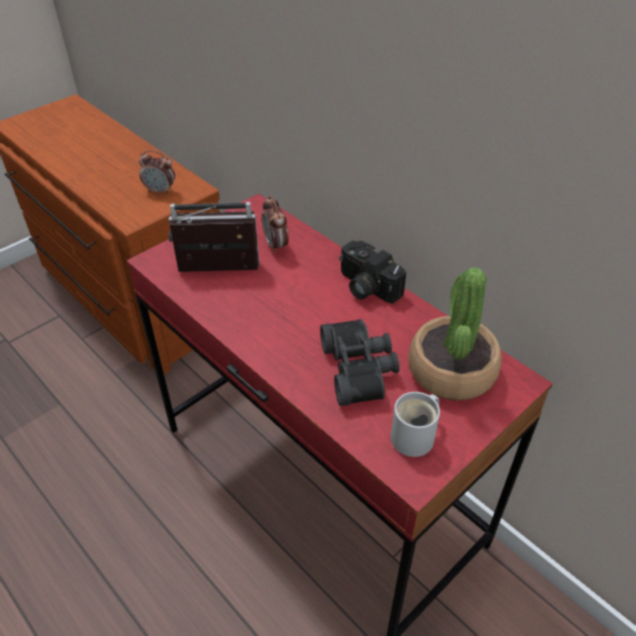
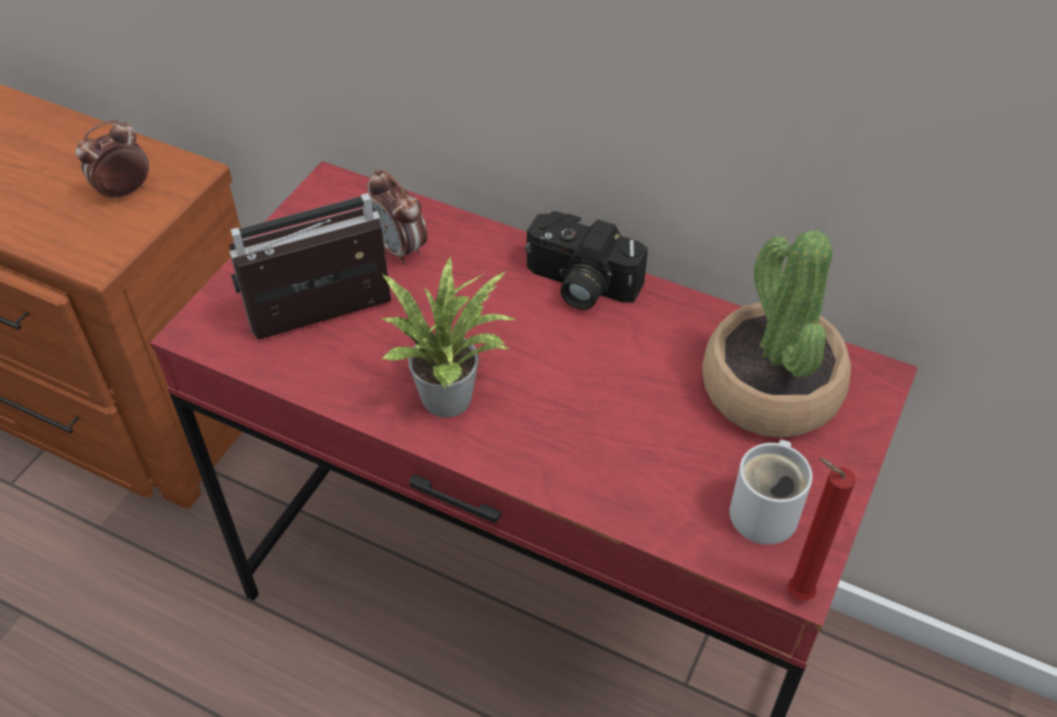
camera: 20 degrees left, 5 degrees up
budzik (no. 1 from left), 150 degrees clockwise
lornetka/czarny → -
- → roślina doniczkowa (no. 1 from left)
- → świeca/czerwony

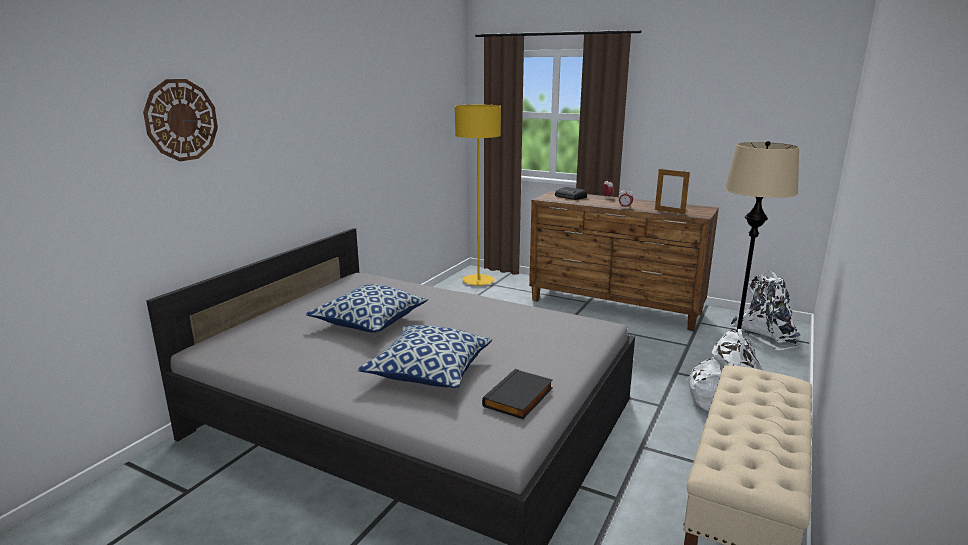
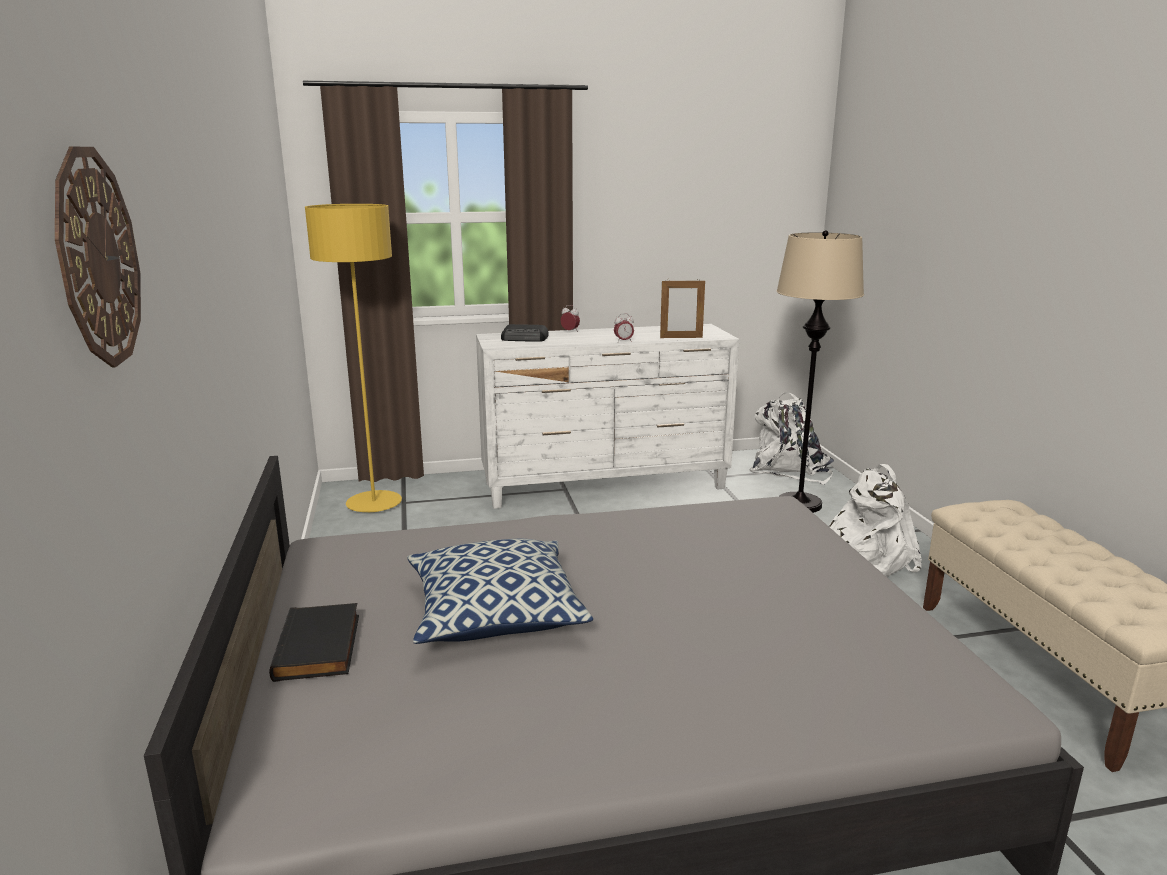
camera: 40 degrees left, 0 degrees up
poduszka (no. 2 from left) → -
książka/czarny, shifted
komoda/brązowy → komoda/biały

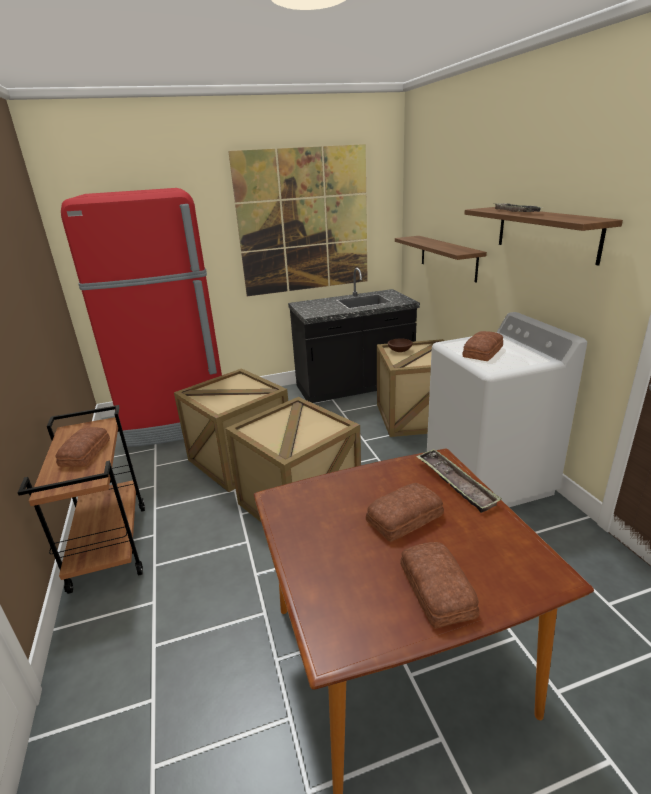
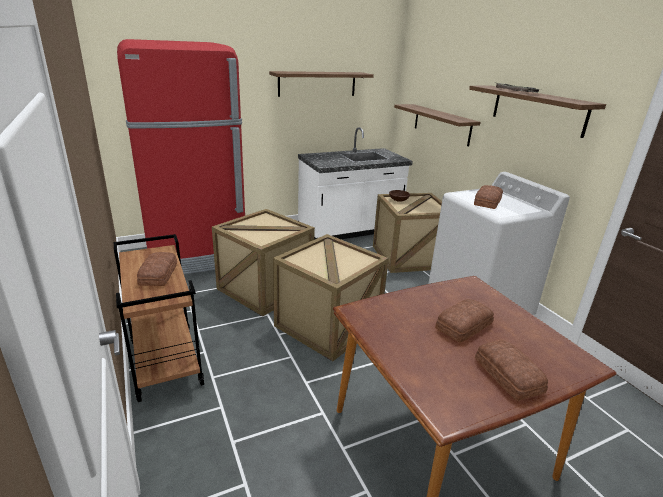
camera: 10 degrees left, 0 degrees up
obraz → półka (no. 1 from left)
zabudowa kuchenna/czarny → zabudowa kuchenna/biały
taca (no. 1 from left) → -

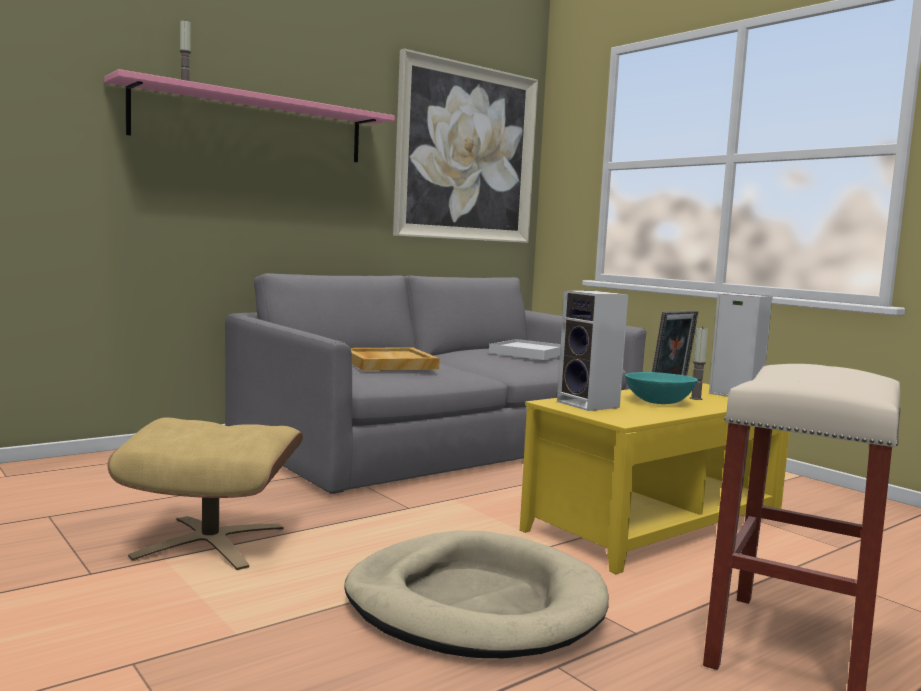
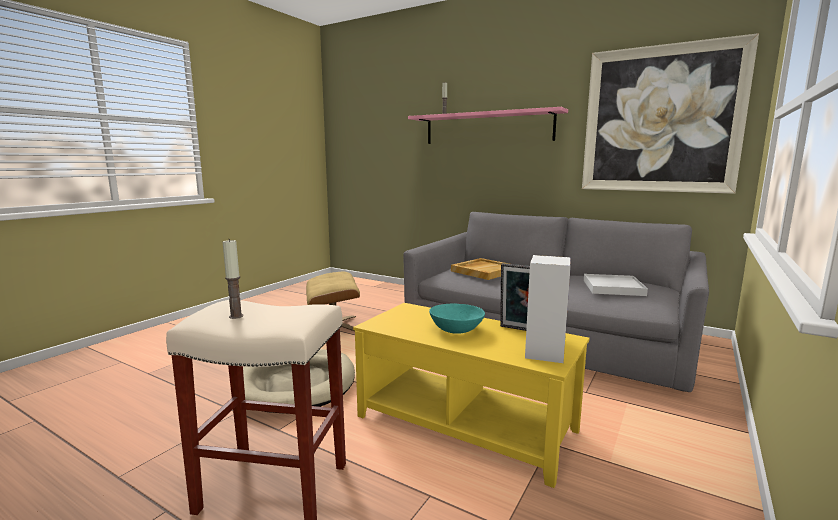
camera: 70 degrees right, 5 degrees up
głośnik (no. 1 from left) → -
świeca (no. 2 from left in the first image) → świeca (no. 1 from left), shifted

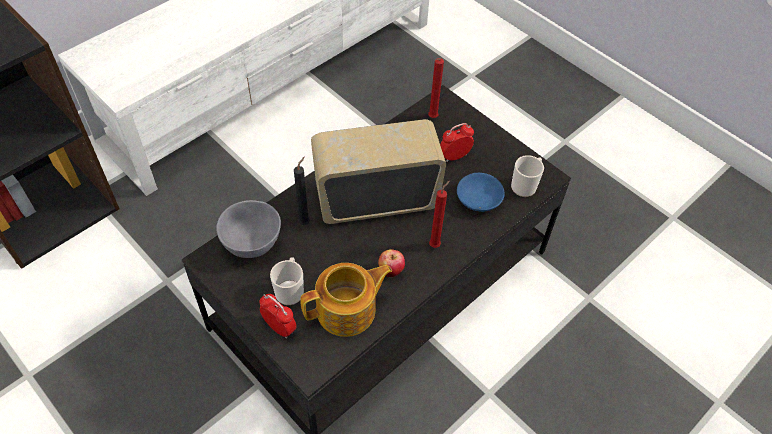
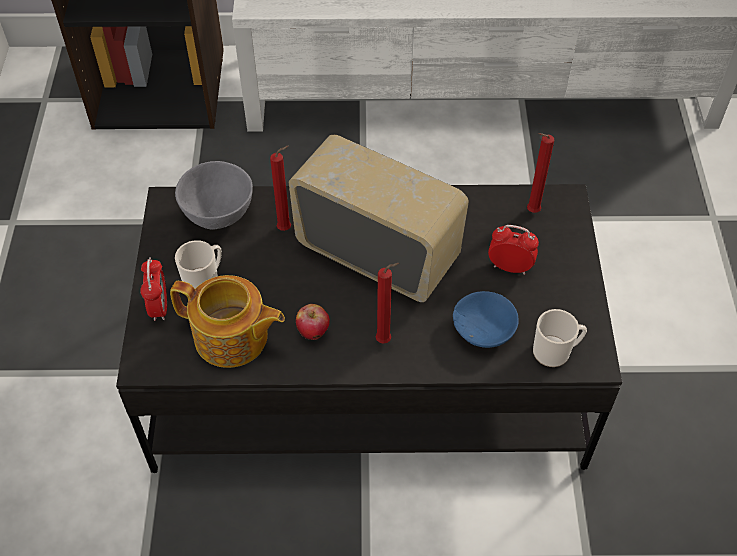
camera: 45 degrees right, 0 degrees up
świeca/czarny → świeca/czerwony (no. 1 from left)

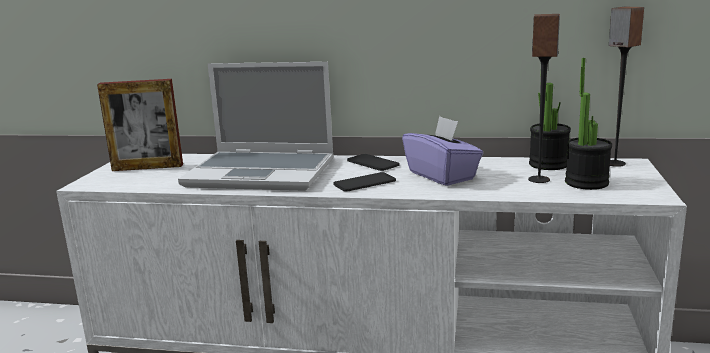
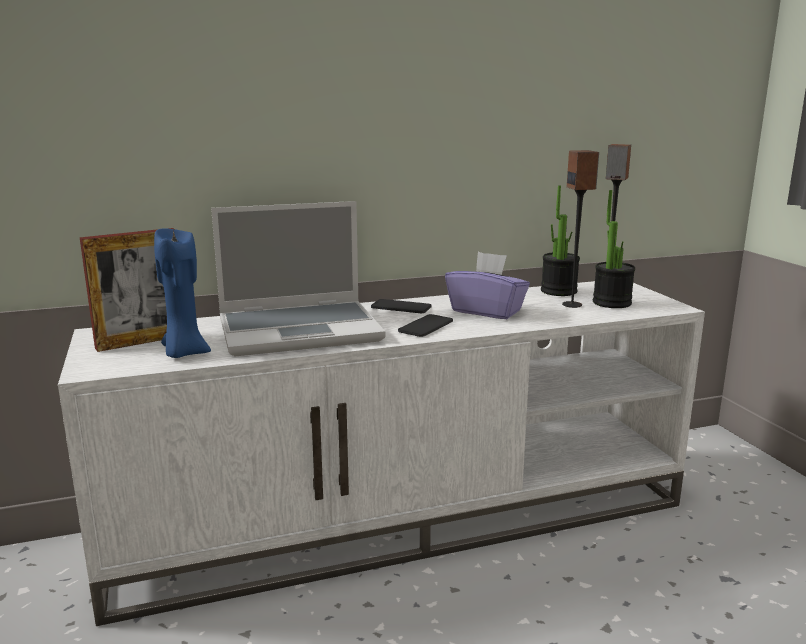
camera: 30 degrees left, 0 degrees up
- → świeca/niebieski

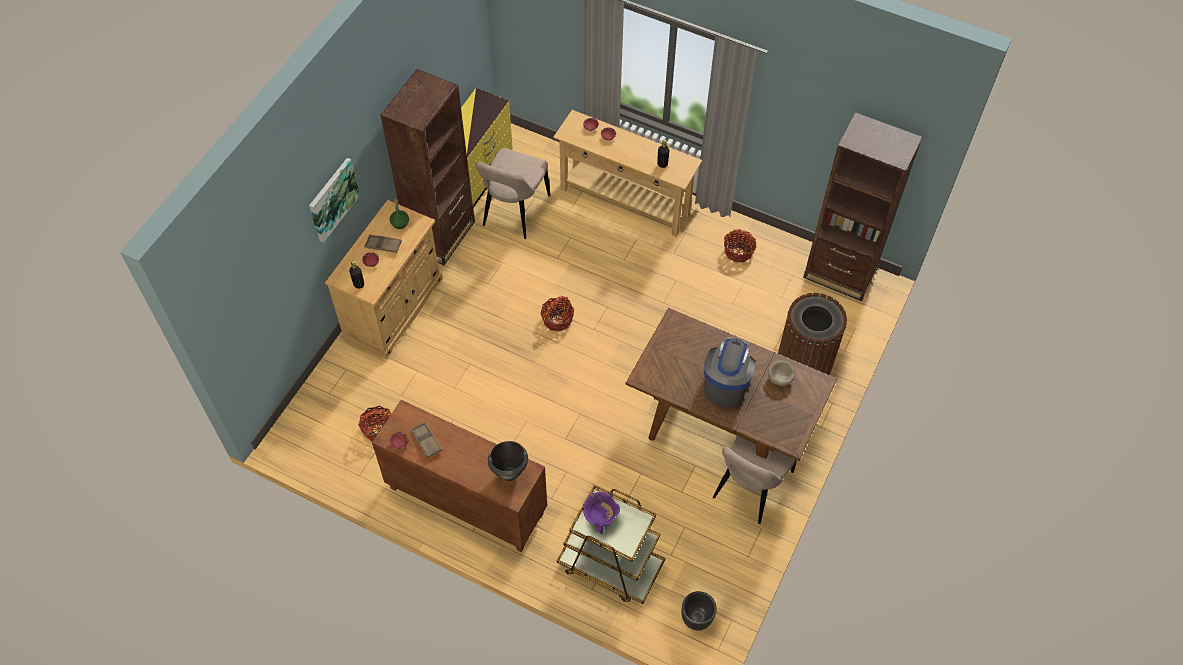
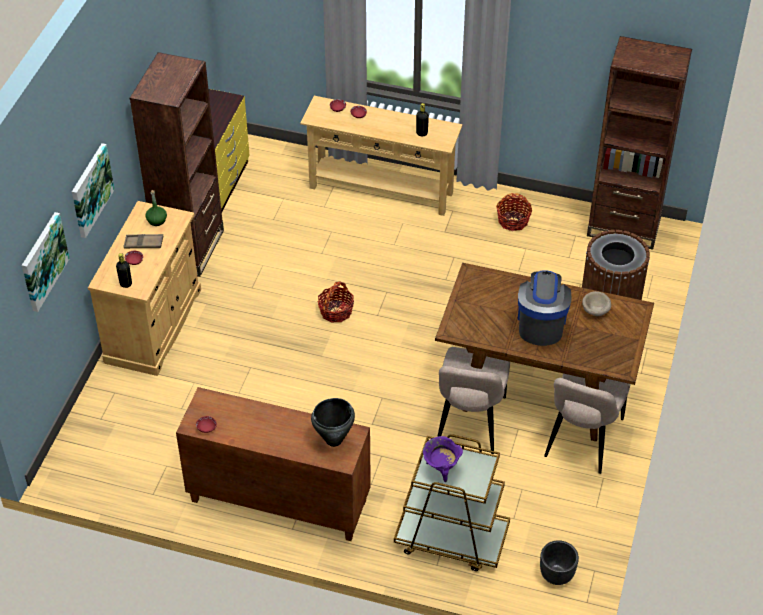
camera: 10 degrees left, 10 degrees down
koszyk (no. 1 from left) → -
taca/brązowy (no. 2 from left) → -
krzesło/beżowy (no. 1 from left), shifted
- → obraz (no. 1 from left)

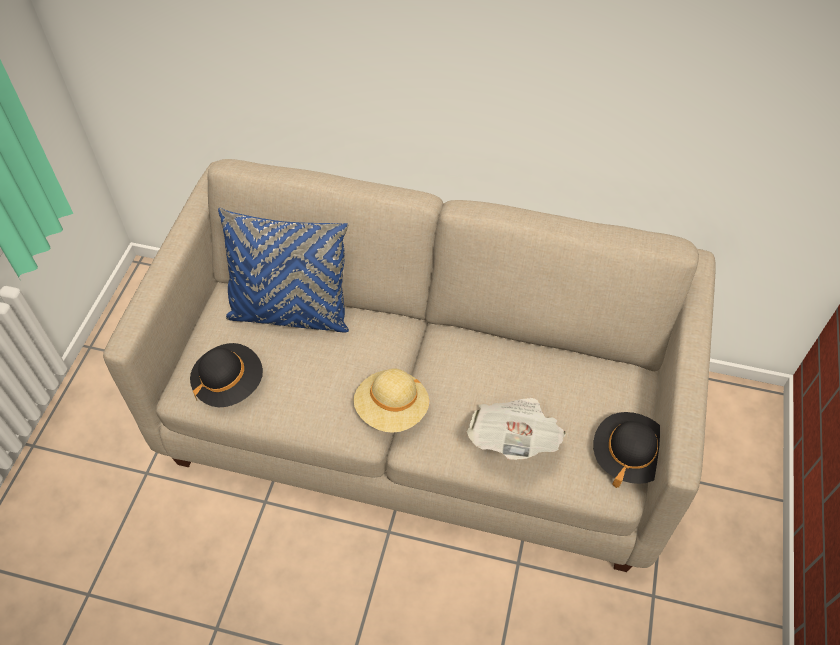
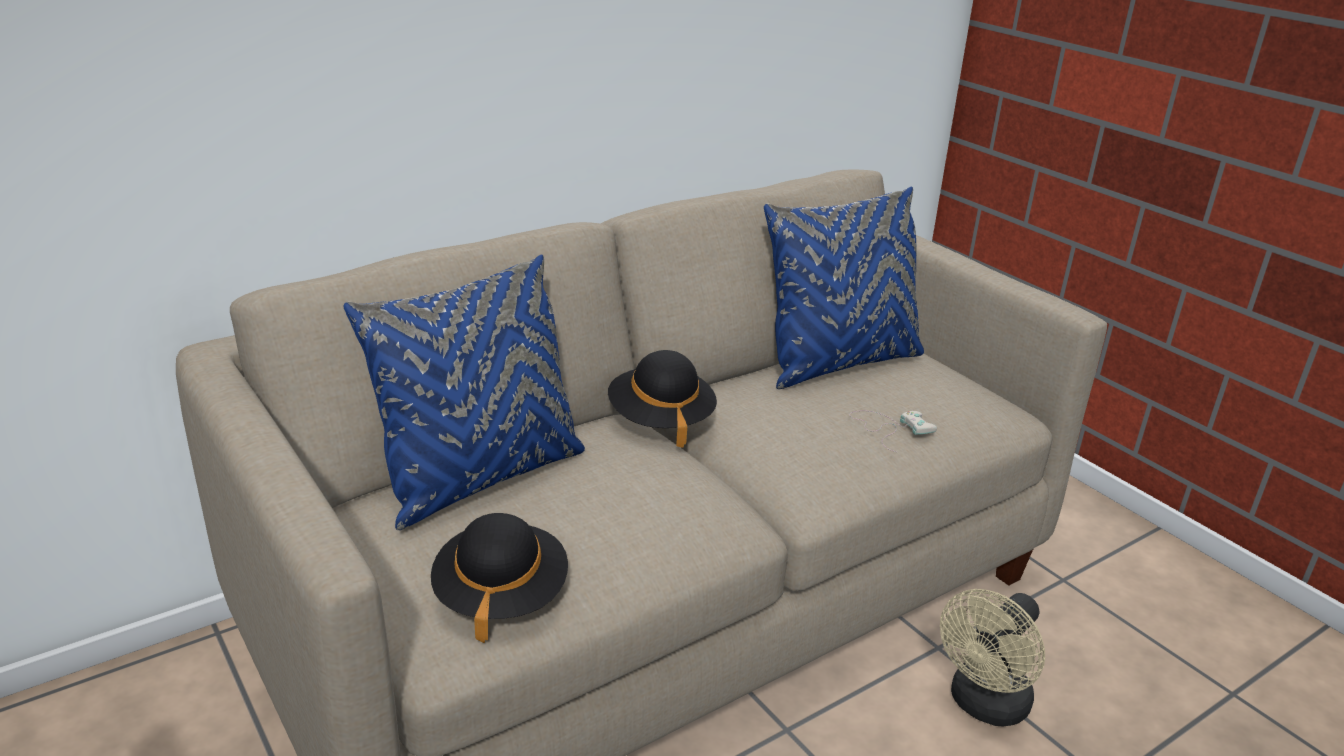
camera: 50 degrees left, 25 degrees down
kapelusz/beżowy → -
gazeta → pad do gier/biały
kapelusz/czarny (no. 2 from left), shifted
- → poduszka/niebieski (no. 2 from left)
- → wentylator/beżowy

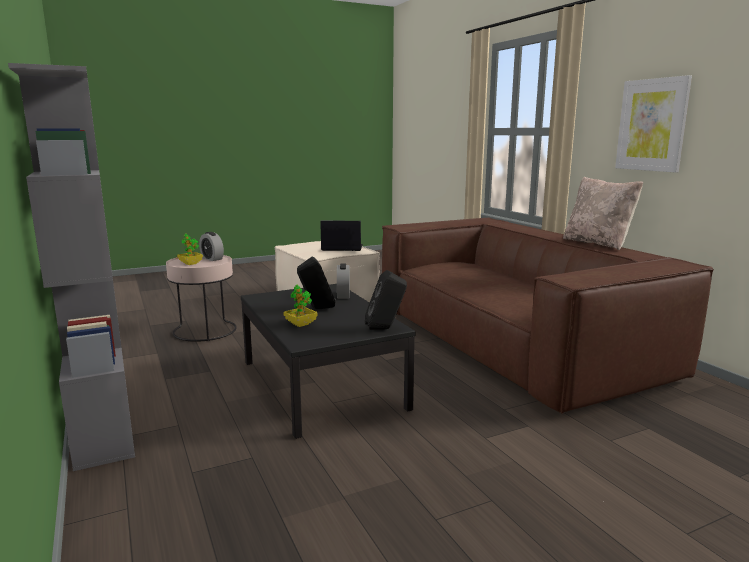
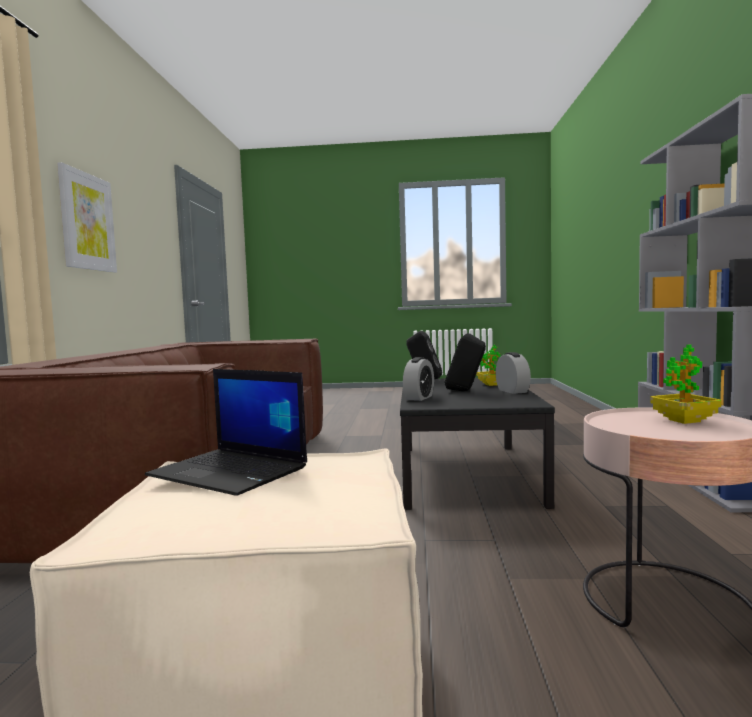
camera: 150 degrees left, 10 degrees down
budzik (no. 1 from left in the first image) → budzik (no. 2 from left), shifted
poduszka/beżowy → -

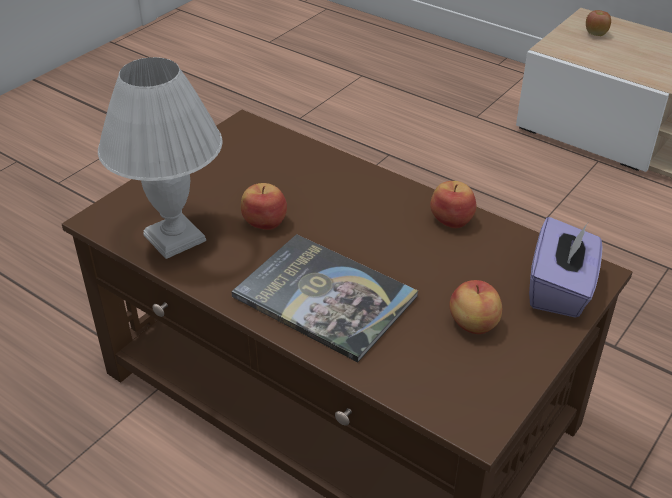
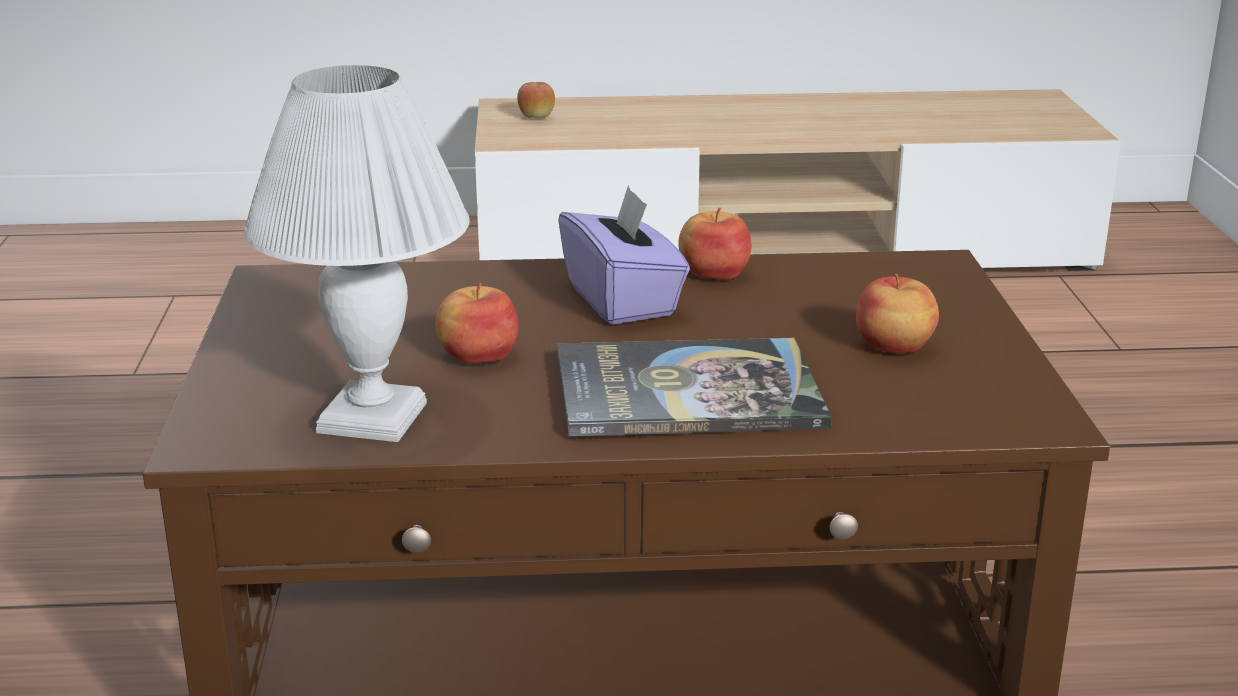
camera: 40 degrees left, 15 degrees down
pudełko chusteczek/fioletowy, shifted

